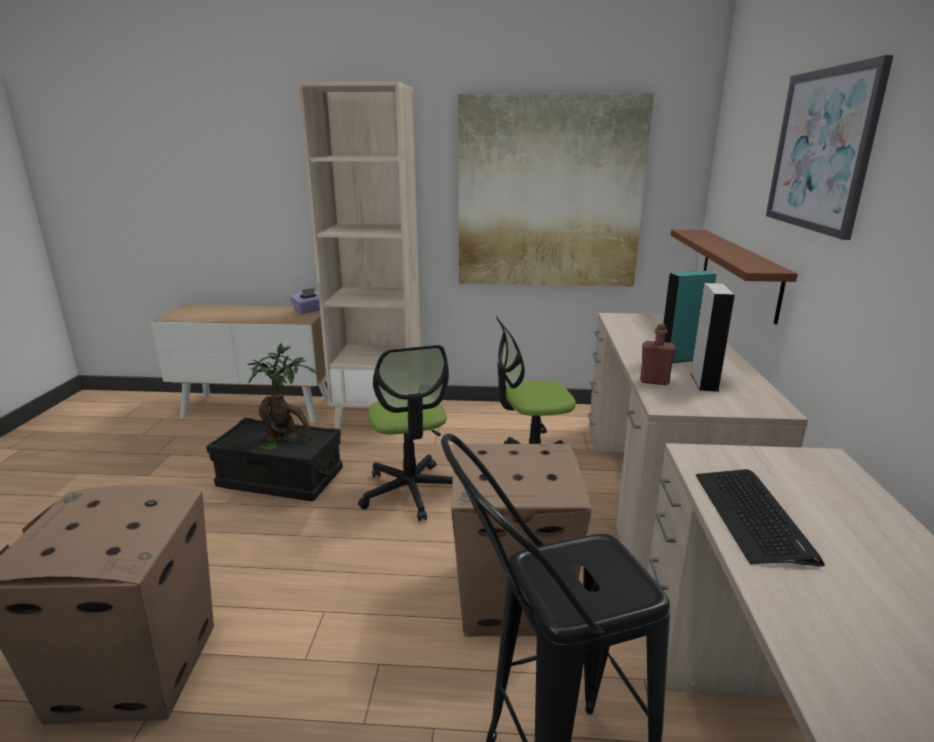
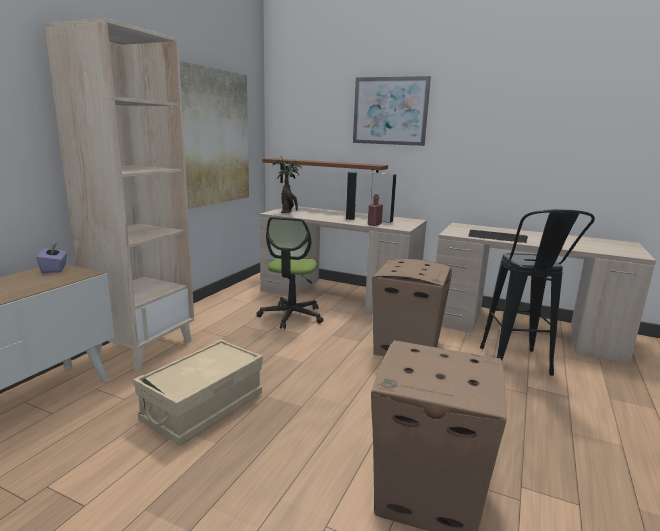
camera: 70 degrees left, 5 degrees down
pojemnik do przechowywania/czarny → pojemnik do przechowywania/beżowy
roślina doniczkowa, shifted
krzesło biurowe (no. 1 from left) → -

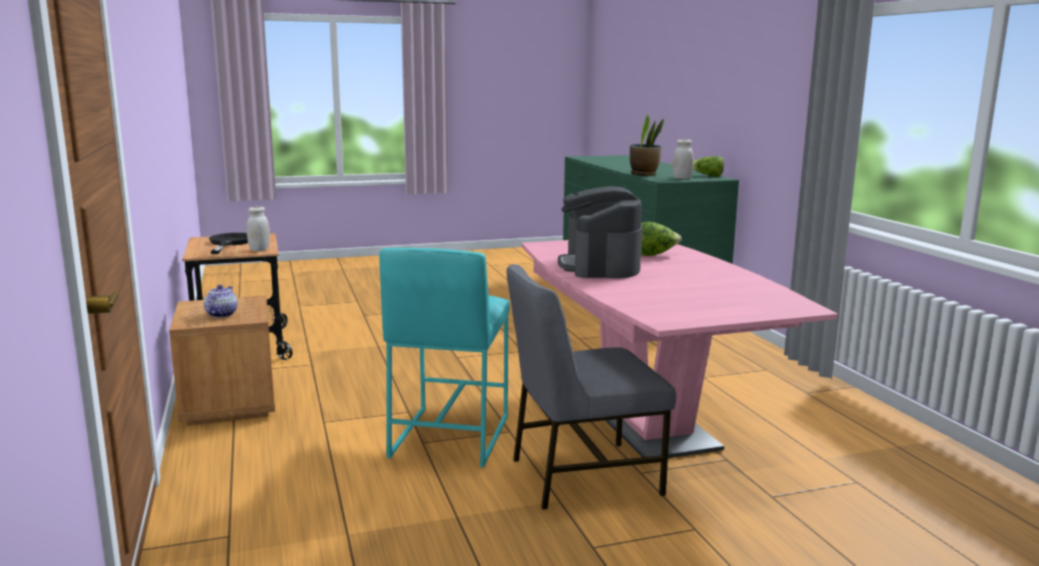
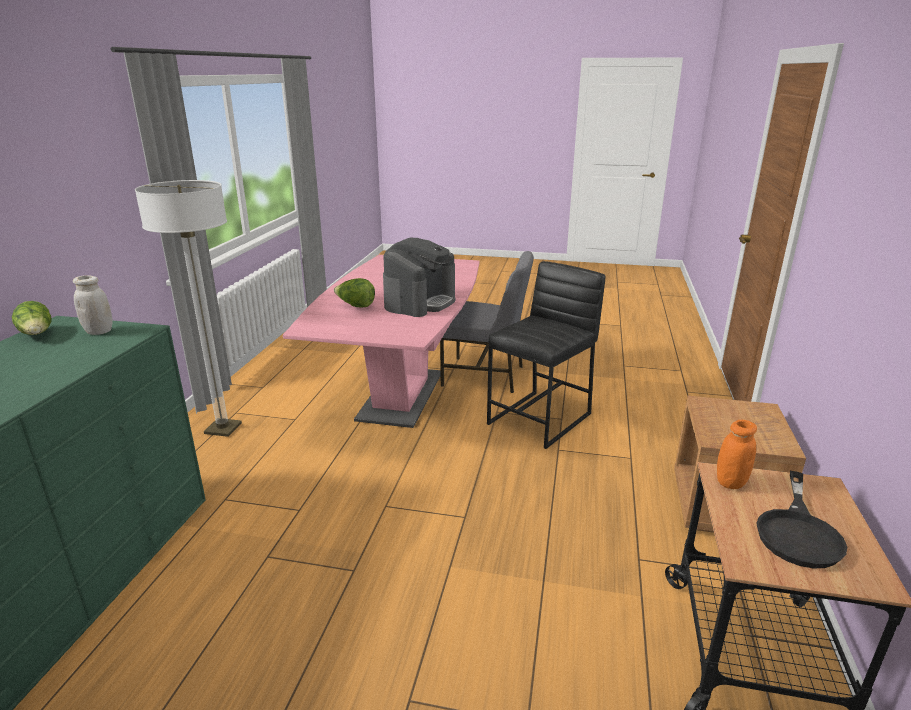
camera: 150 degrees left, 10 degrees up
imbryk → -
słoik/biały (no. 1 from left) → słoik/pomarańczowy
stołek/turkusowy → stołek/czarny
roślina doniczkowa → -
- → lampa stojąca

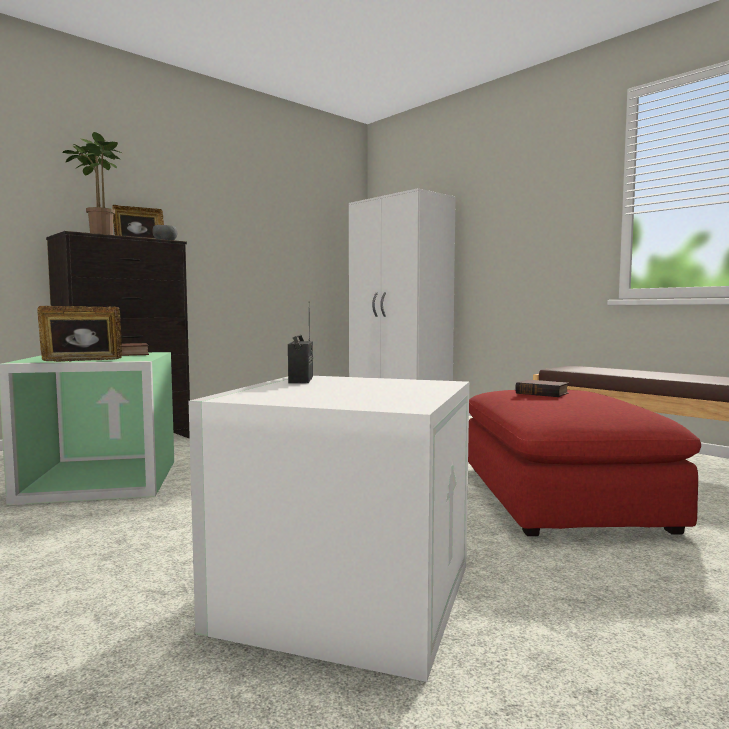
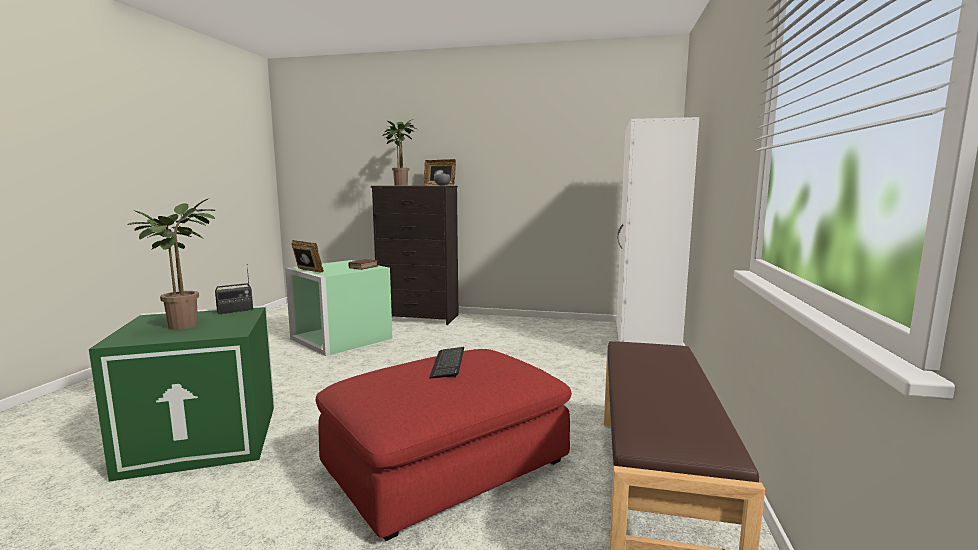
camera: 55 degrees right, 5 degrees up
pojemnik do przechowywania/biały → pojemnik do przechowywania/zielony (no. 1 from left)
książka (no. 2 from left) → klawiatura
- → roślina doniczkowa (no. 1 from left)

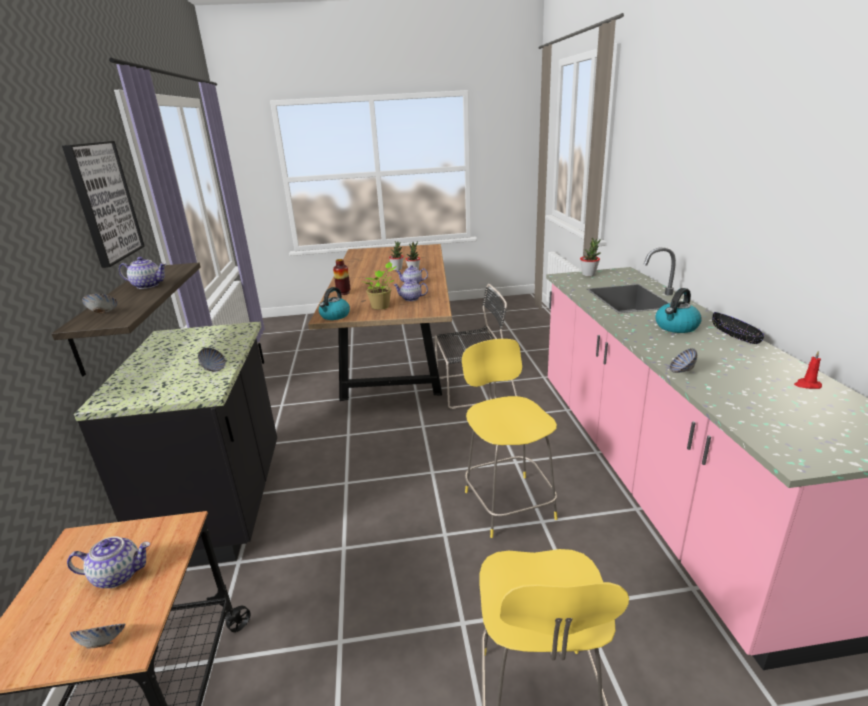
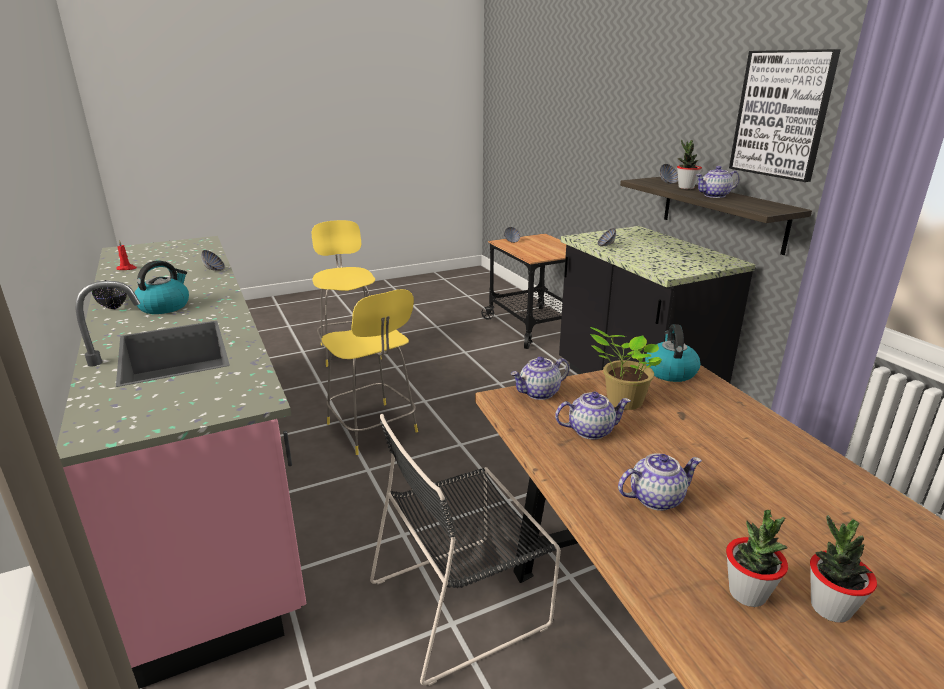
camera: 160 degrees right, 0 degrees up
imbryk (no. 1 from left), shifted
wazon → -
roślina doniczkowa (no. 4 from left in the first image) → roślina doniczkowa (no. 2 from left), shifted

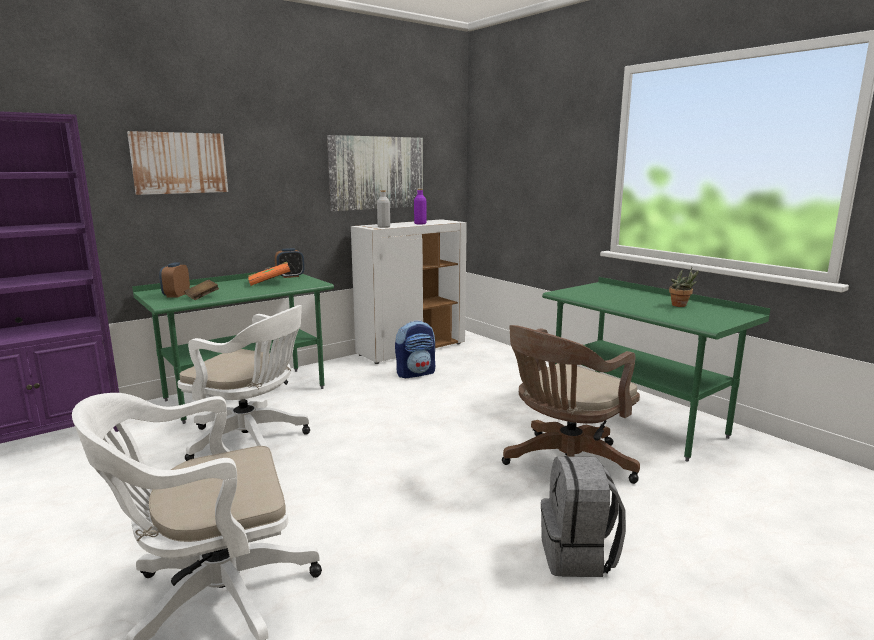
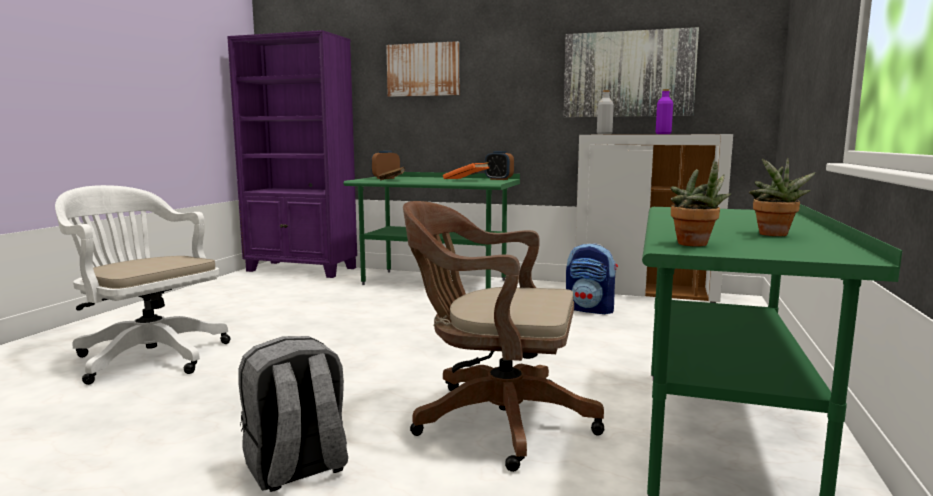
camera: 55 degrees right, 5 degrees down
krzesło biurowe/biały (no. 2 from left) → -
- → roślina doniczkowa (no. 1 from left)

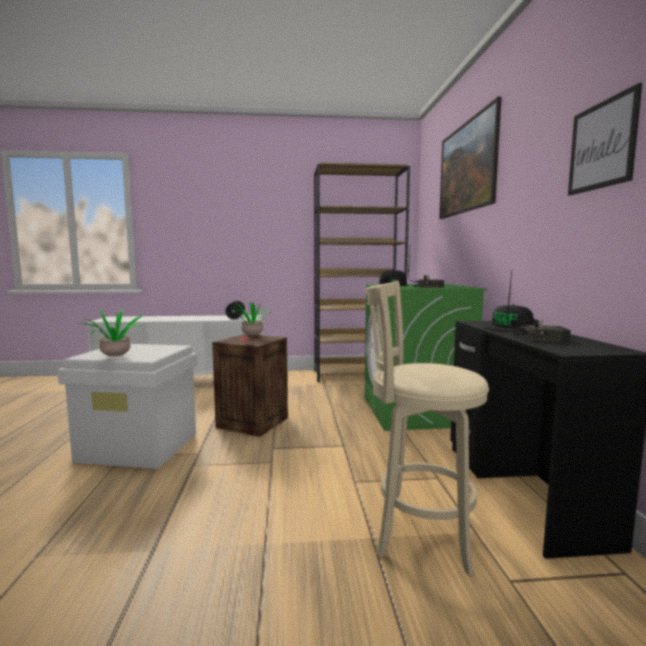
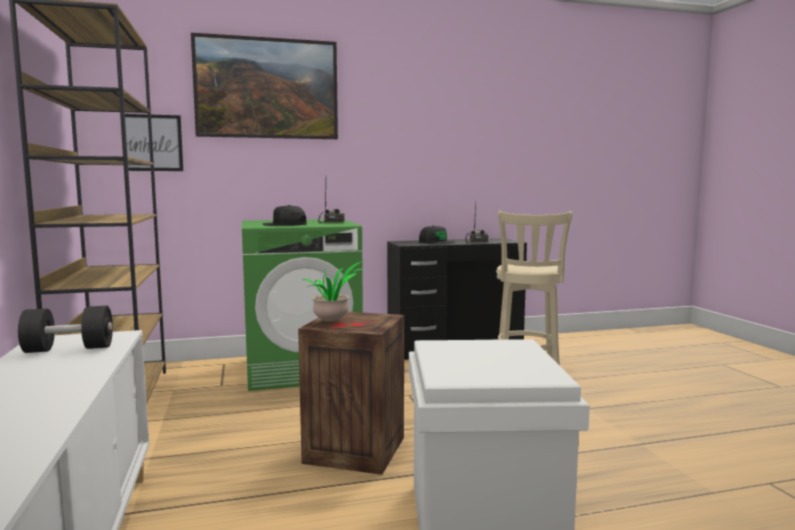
camera: 100 degrees left, 0 degrees up
roślina doniczkowa (no. 1 from left) → -
obraz (no. 2 from left in the first image) → obraz (no. 1 from left), shifted

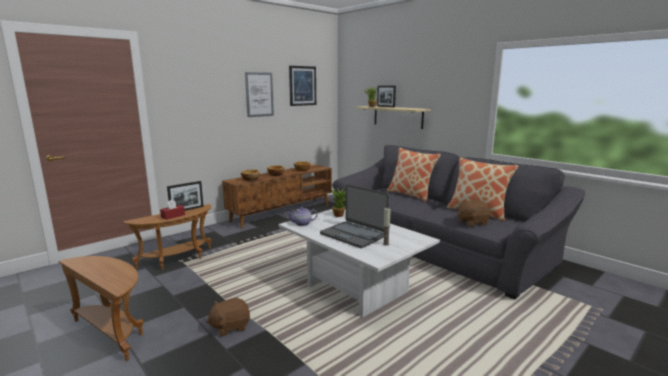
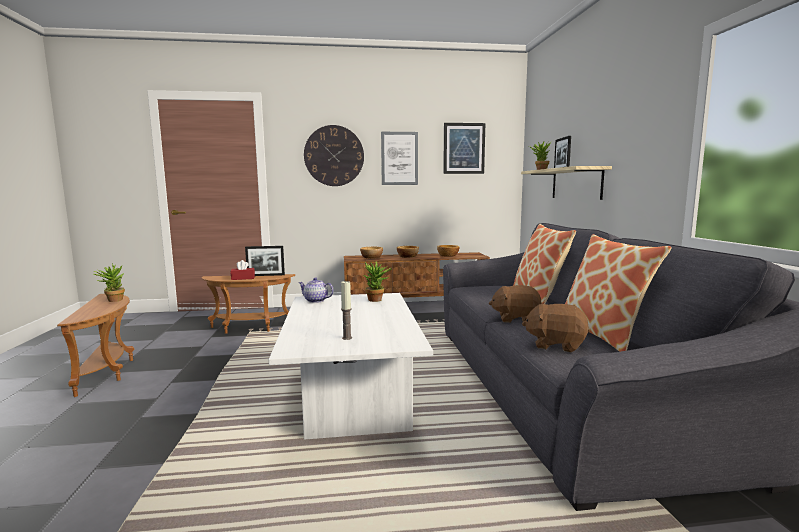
camera: 35 degrees right, 5 degrees down
pluszak/brązowy (no. 1 from left), shifted
laptop → -
- → roślina doniczkowa (no. 1 from left)
- → zegar ścienny

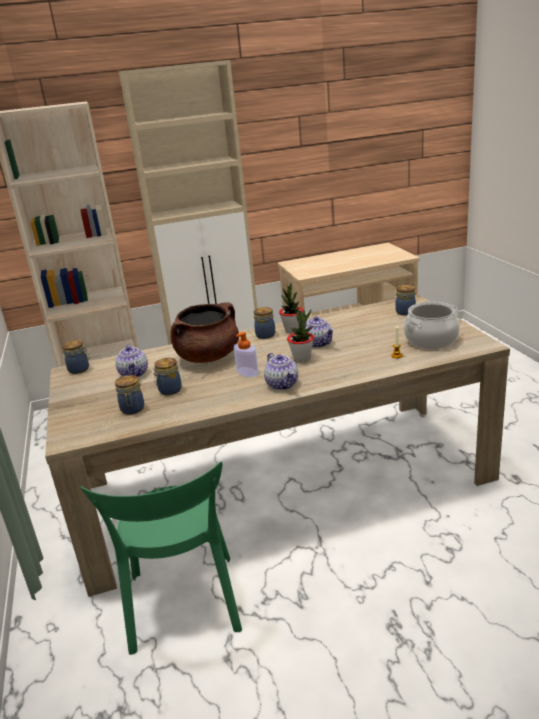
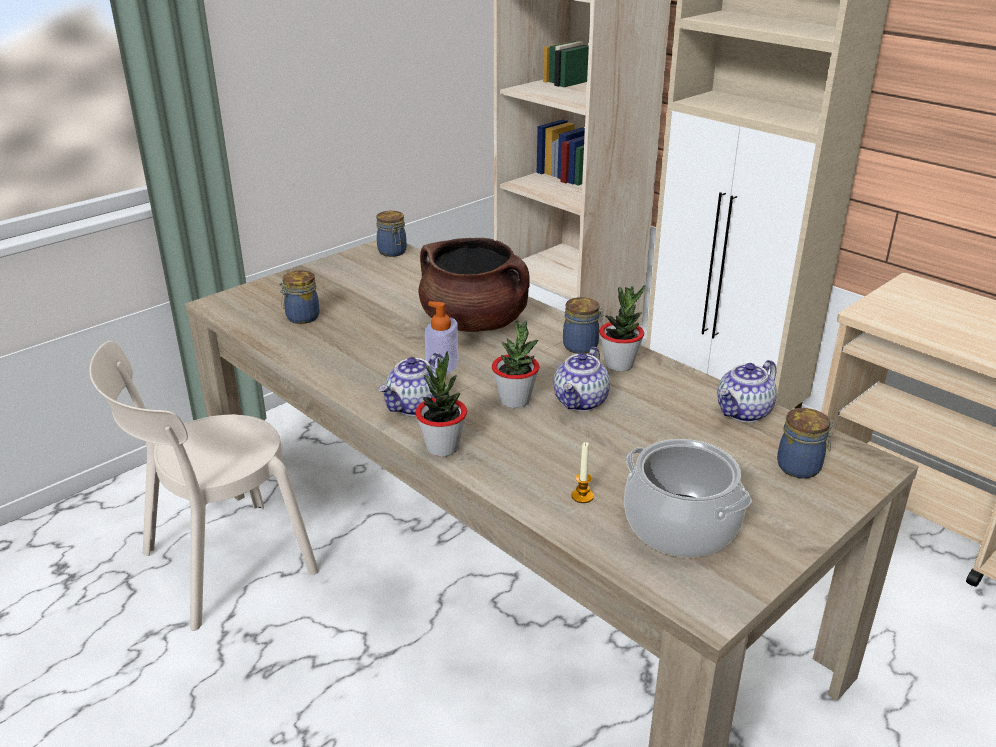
camera: 60 degrees right, 5 degrees up
krzesło/zielony → krzesło/beżowy
imbryk (no. 1 from left in the first image) → imbryk (no. 3 from left), shifted
słoik (no. 3 from left) → -
- → roślina doniczkowa (no. 1 from left)

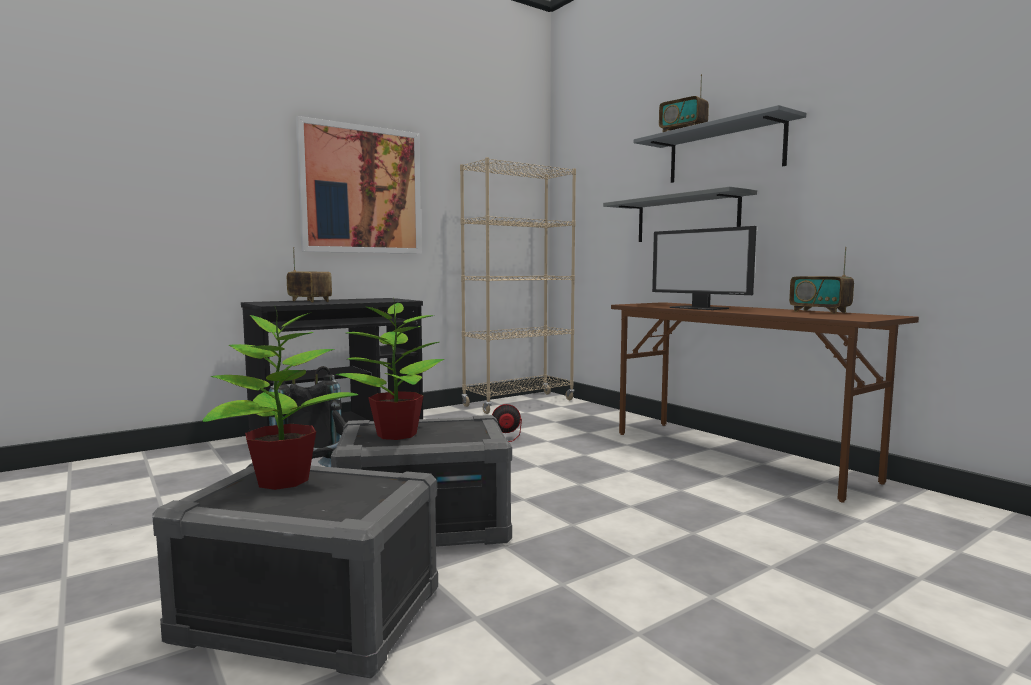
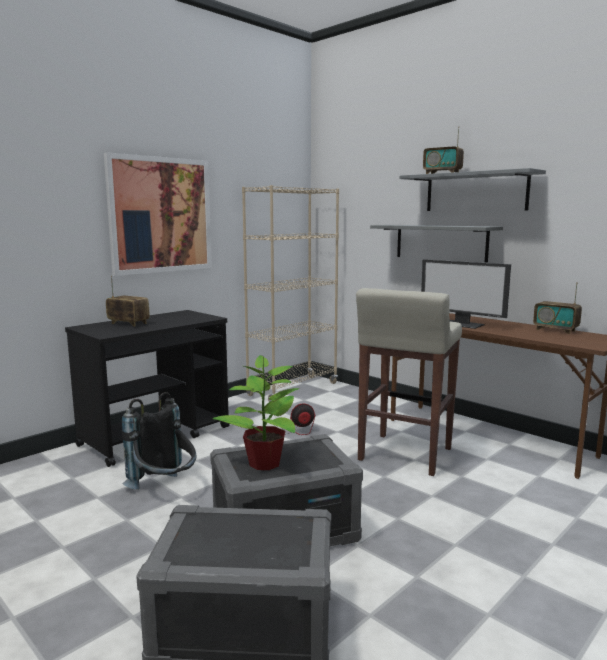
camera: 10 degrees left, 5 degrees up
roślina doniczkowa (no. 1 from left) → -
- → stołek/beżowy

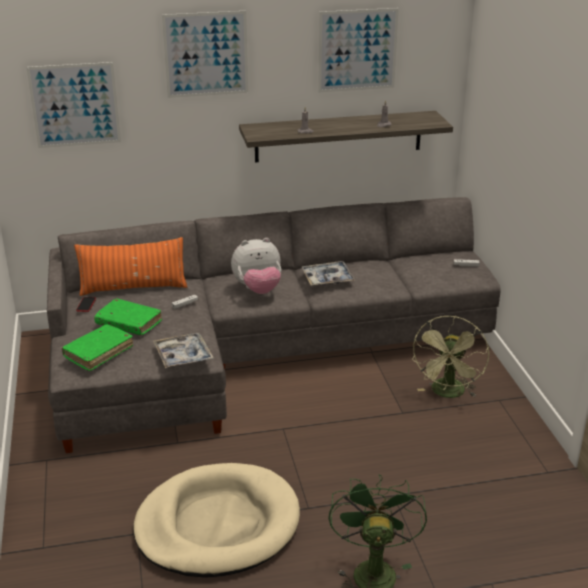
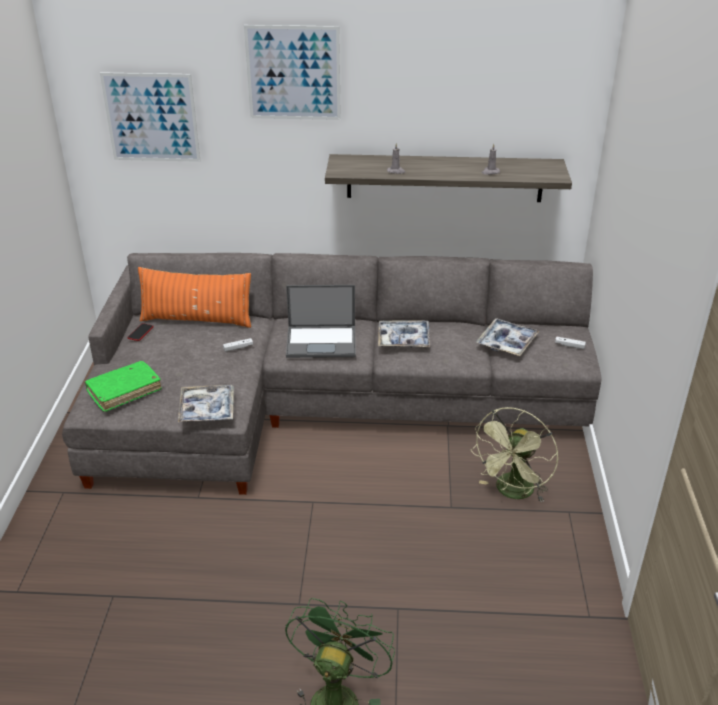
camera: 15 degrees right, 5 degrees up
książka/zielony (no. 2 from left) → -
legowisko/beżowy → -
pluszak → laptop
obraz (no. 3 from left) → -
- → taca (no. 3 from left)

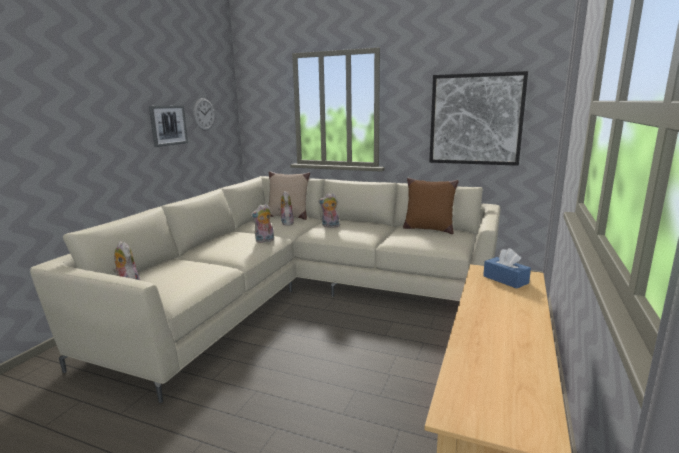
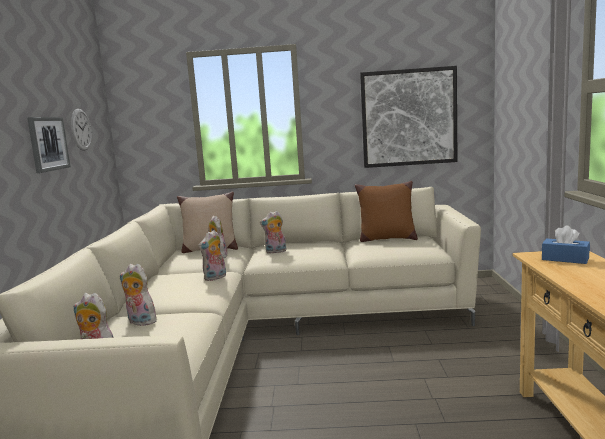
camera: 20 degrees left, 5 degrees down
- → pluszak (no. 2 from left)

